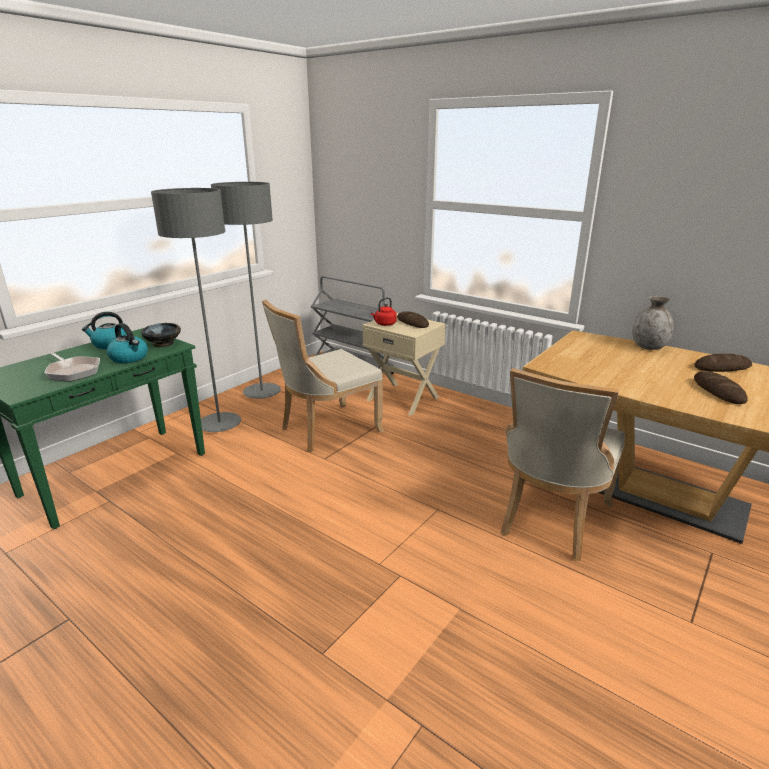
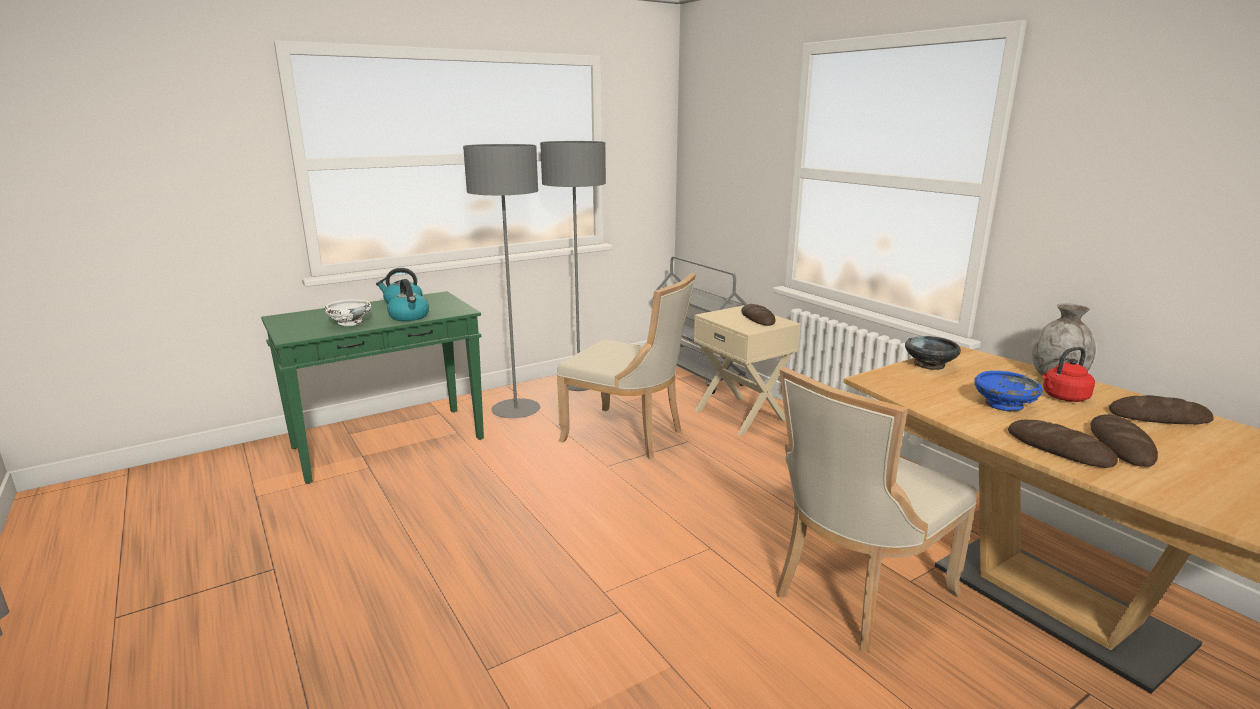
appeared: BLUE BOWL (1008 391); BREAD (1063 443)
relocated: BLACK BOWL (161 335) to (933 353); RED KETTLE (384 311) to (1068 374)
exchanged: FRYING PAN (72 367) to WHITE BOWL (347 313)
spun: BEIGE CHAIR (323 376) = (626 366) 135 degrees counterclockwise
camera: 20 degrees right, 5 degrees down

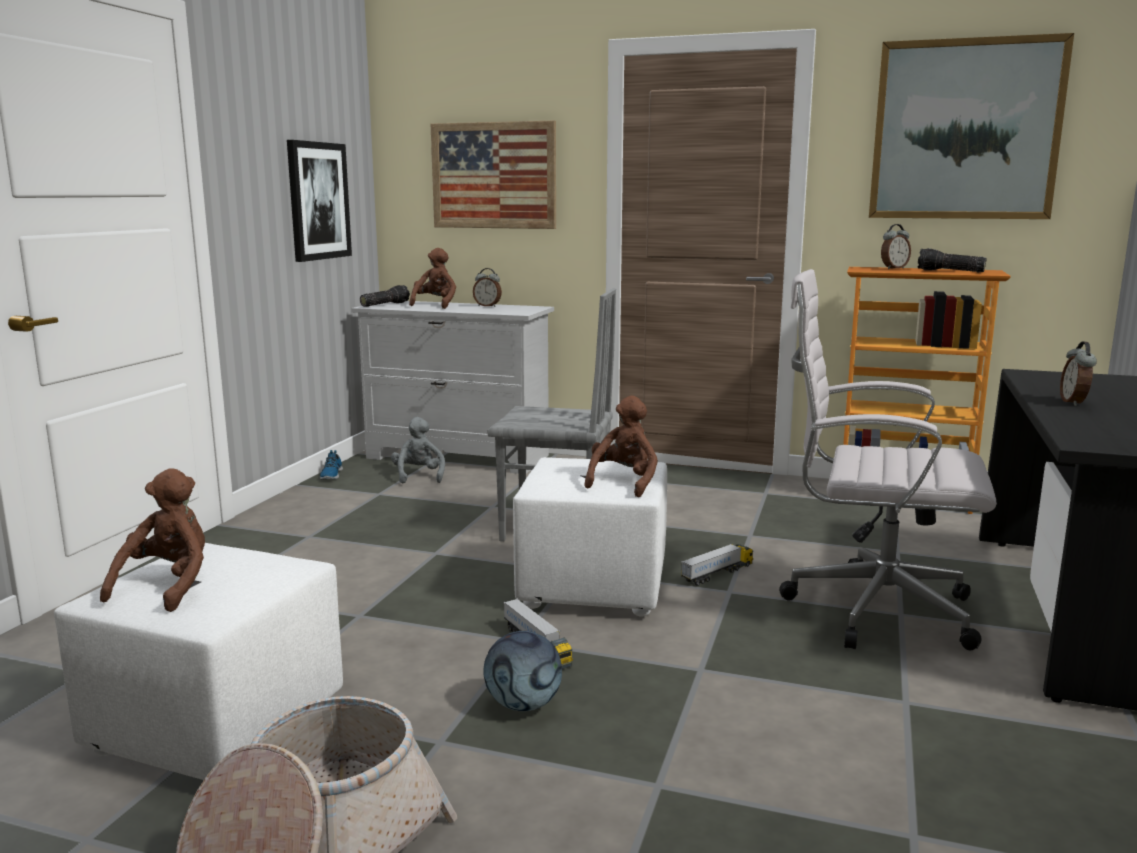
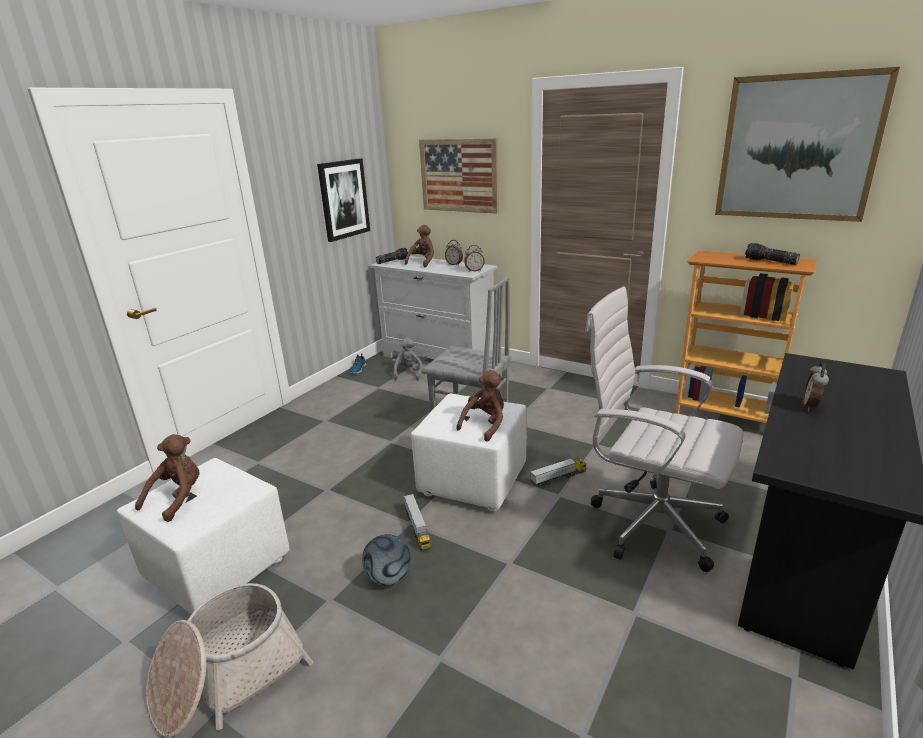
relocated: ALARM CLOCK (896 246) to (474 258)
camera: 15 degrees right, 10 degrees up

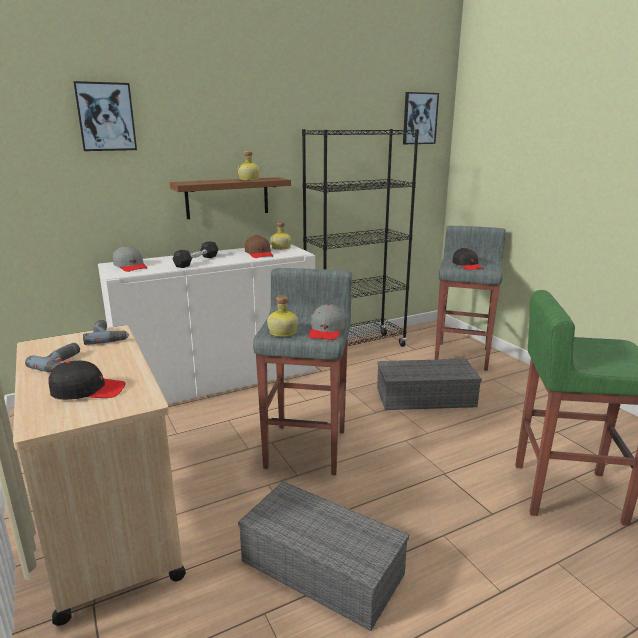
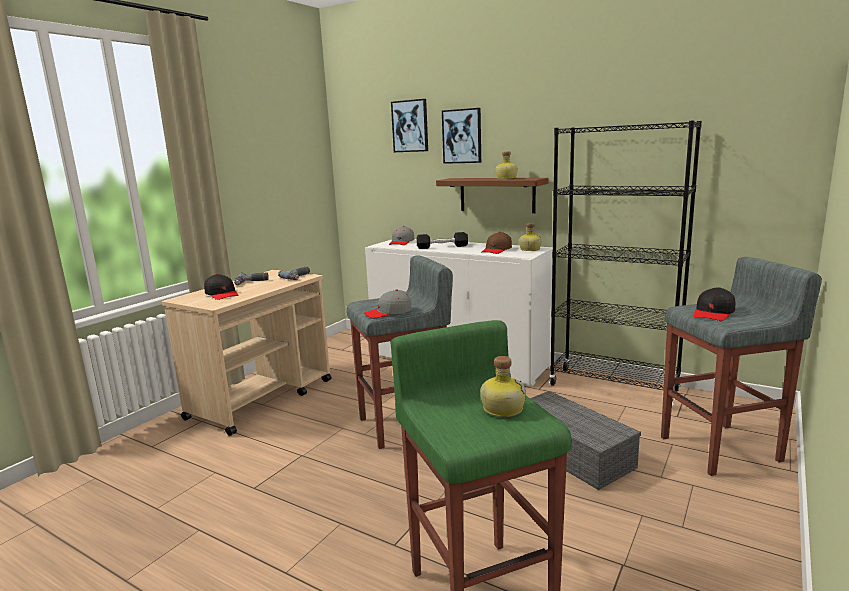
missing: GREY STORAGE BOX (323 556)
relocated: BOTTLE (282 316) to (503 386); PICTURE (421 118) to (461 136)
camera: 60 degrees right, 5 degrees down

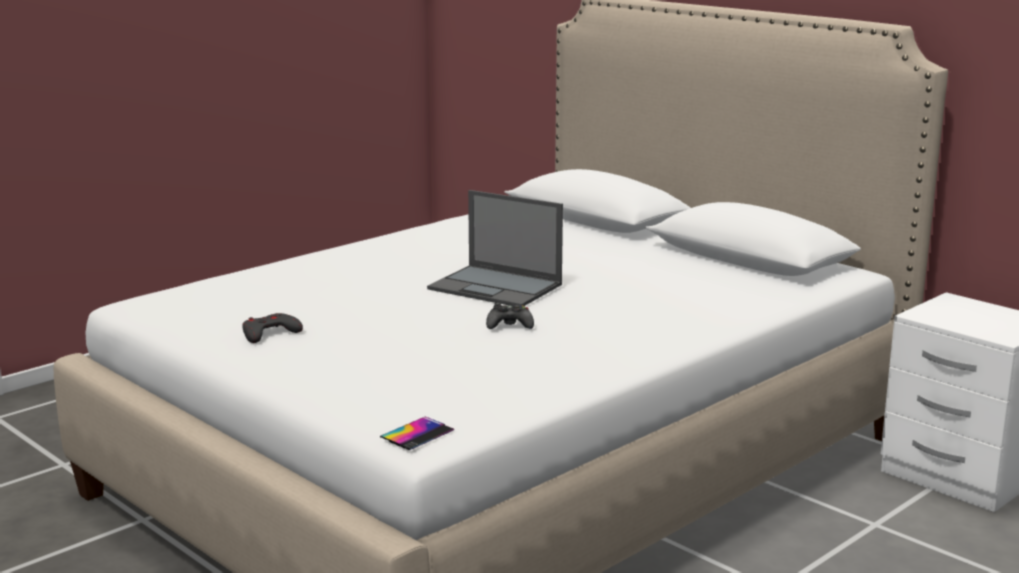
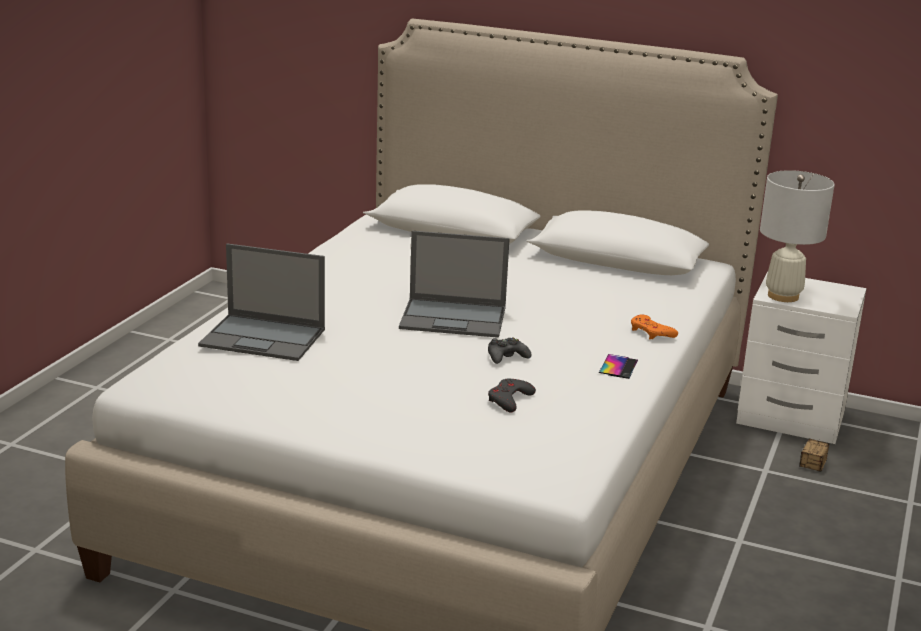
appeared: LAPTOP (261 302); ORANGE GAME CONTROLLER (654 326); WHITE TABLE LAMP (797 236); STORAGE BOX (814 455)
relocated: GREY GAME CONTROLLER (272 328) to (512 395); PHONE (417 433) to (618 366)
camera: 25 degrees left, 5 degrees up

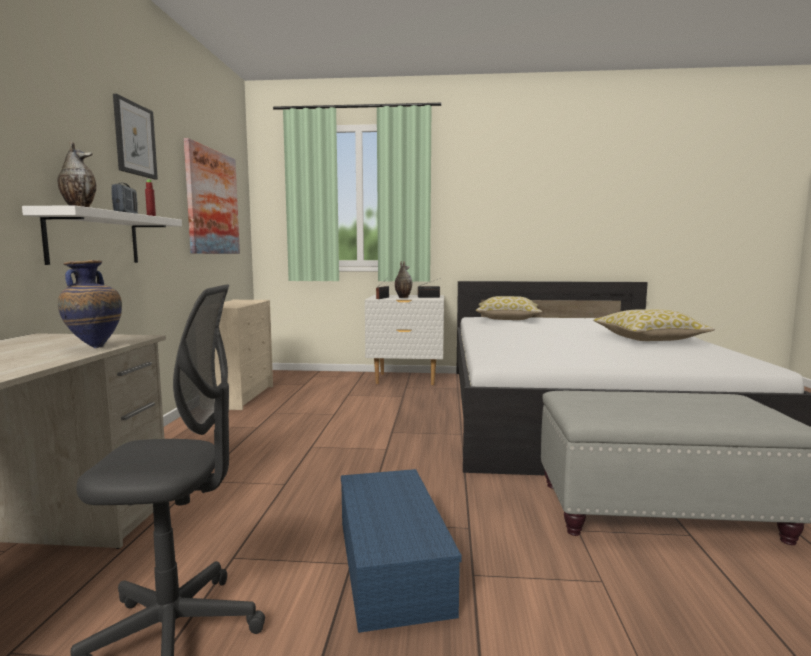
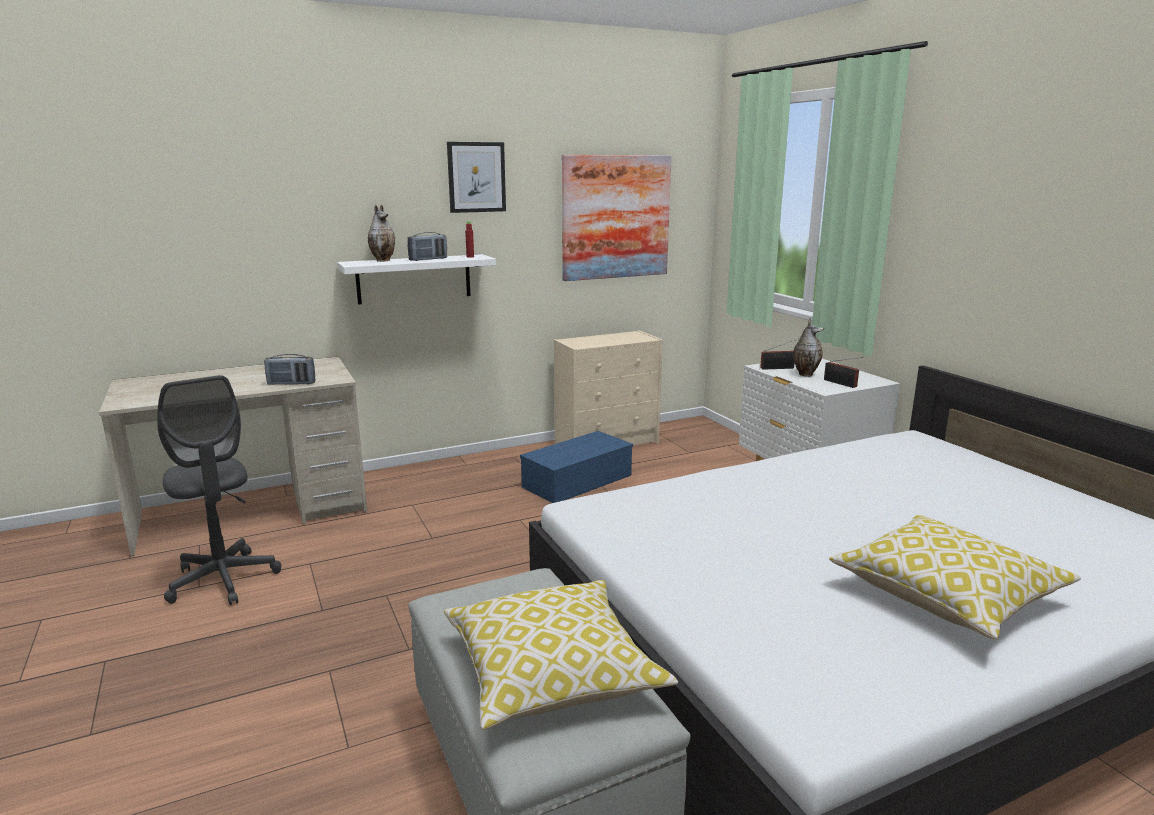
relocated: BLUE STORAGE BOX (401 551) to (576 467); PILLOW (509 308) to (561 655)
exchanged: VASE (90 304) to RADIO (290 369)
camera: 60 degrees right, 10 degrees up

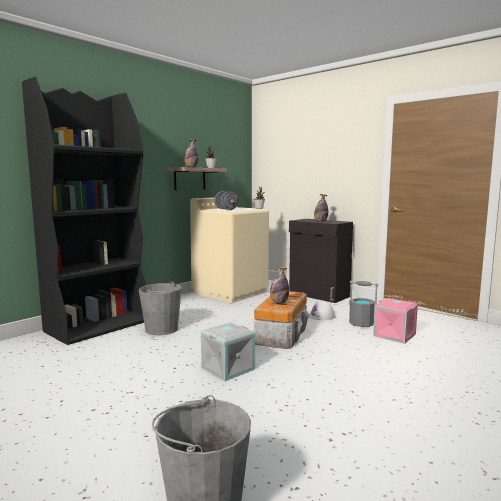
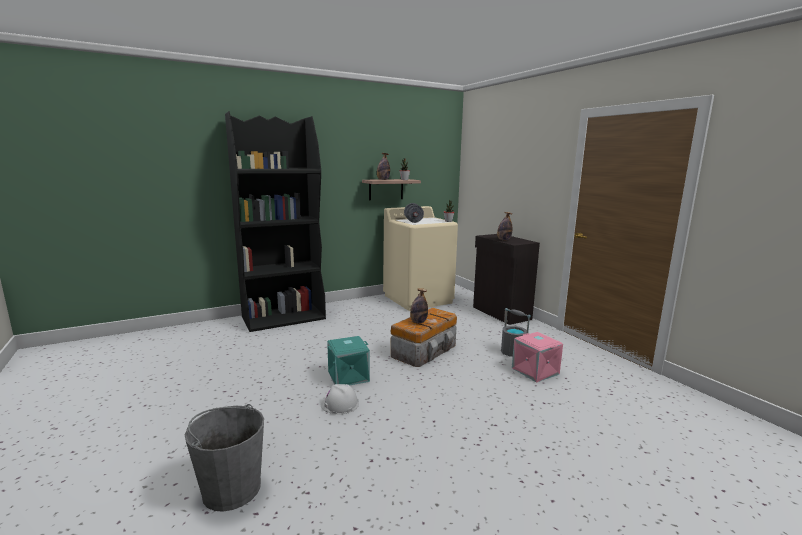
missing: GREY BUCKET (160 308)
relocated: WHITE HARD HAT (321 310) to (340 399)
colour: GREY STORAGE BOX (228 351) to TURQUOISE STORAGE BOX (348 361)
camera: 20 degrees right, 5 degrees up

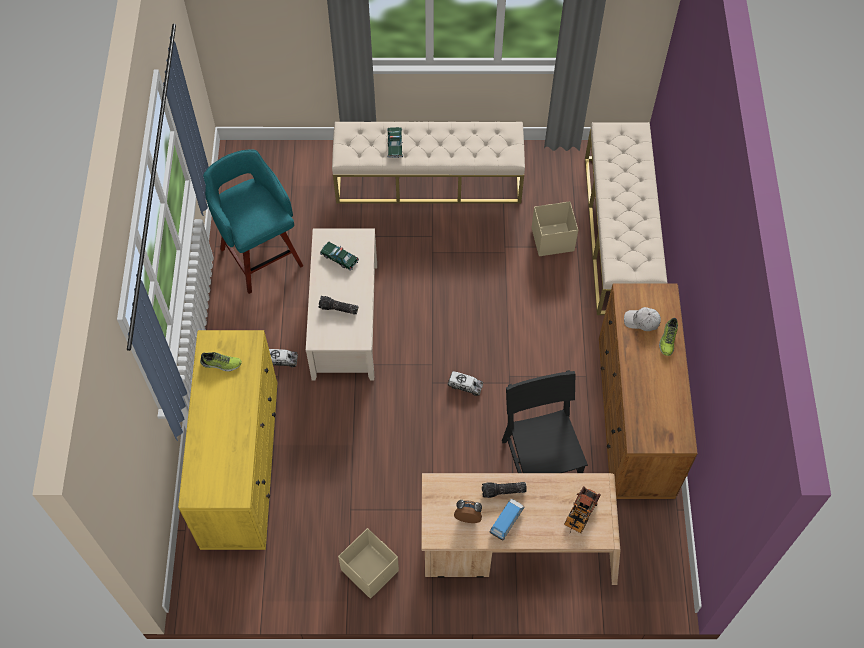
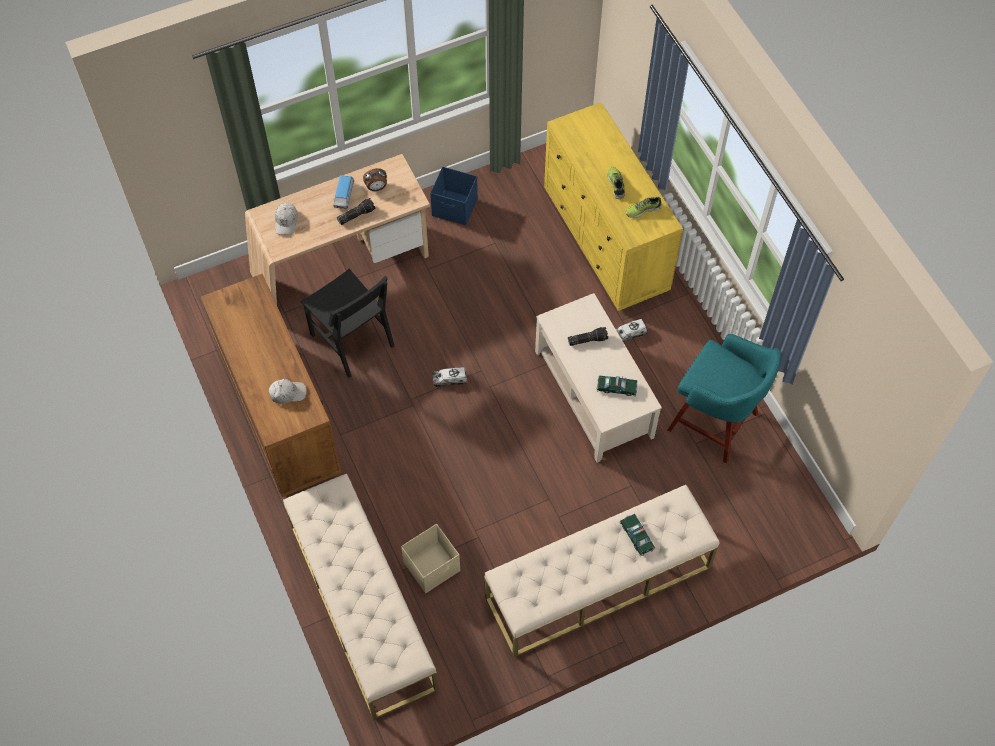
relocated: SHOE (668 337) to (616 183)
exchanged: TOY TRUCK (582 510) to WHITE CAP (286 219)
colour: BEIGE STORAGE BOX (368 563) to BLUE STORAGE BOX (454 196)
camera: 155 degrees right, 0 degrees up

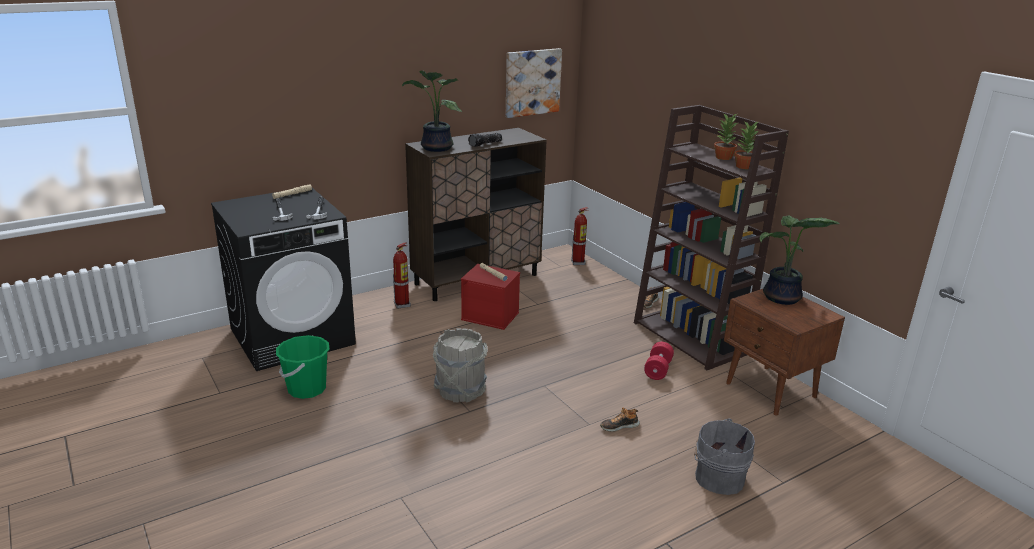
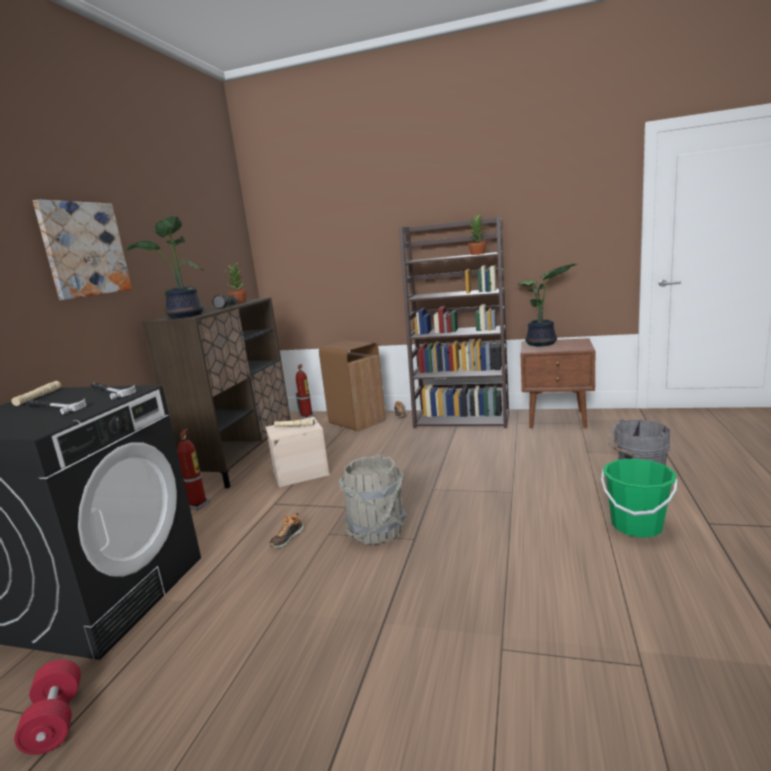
appeared: BROWN TRASH CAN (352 385)
relocated: GREEN BUCKET (303 367) to (639 498); PICTURE (533 83) to (82 249); SHOE (620 419) to (287 530); RED DUMBBELL (659 361) to (47 707); POTTED PLANT (725 137) to (237 283)
colour: RED STORAGE BOX (490 297) to BEIGE STORAGE BOX (297 452)
camera: 40 degrees left, 10 degrees down

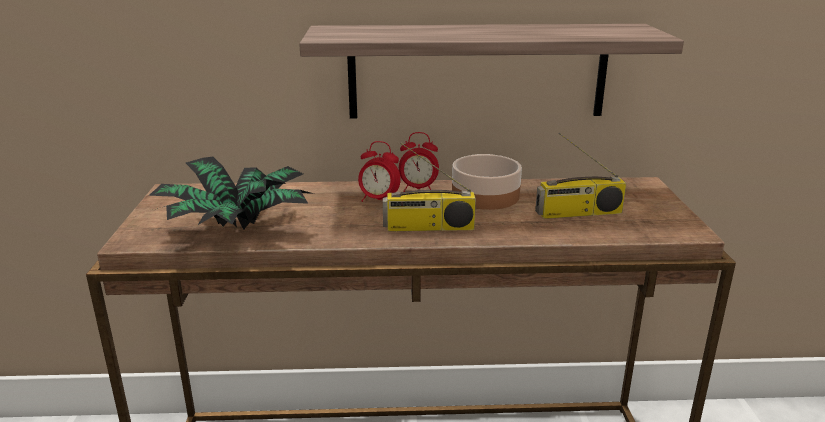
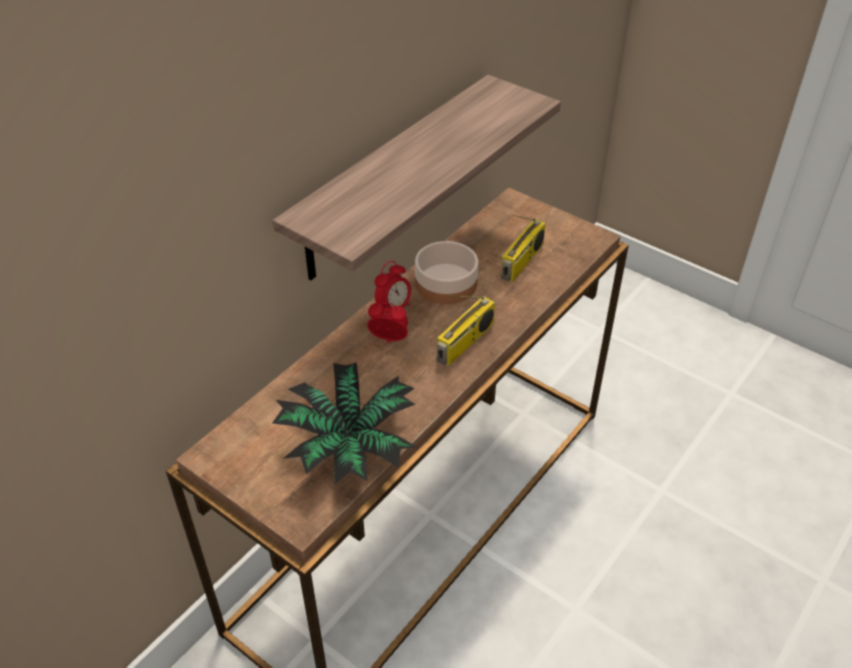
spun: ALARM CLOCK (379 171) = (387 322) 135 degrees counterclockwise
camera: 50 degrees left, 20 degrees up

